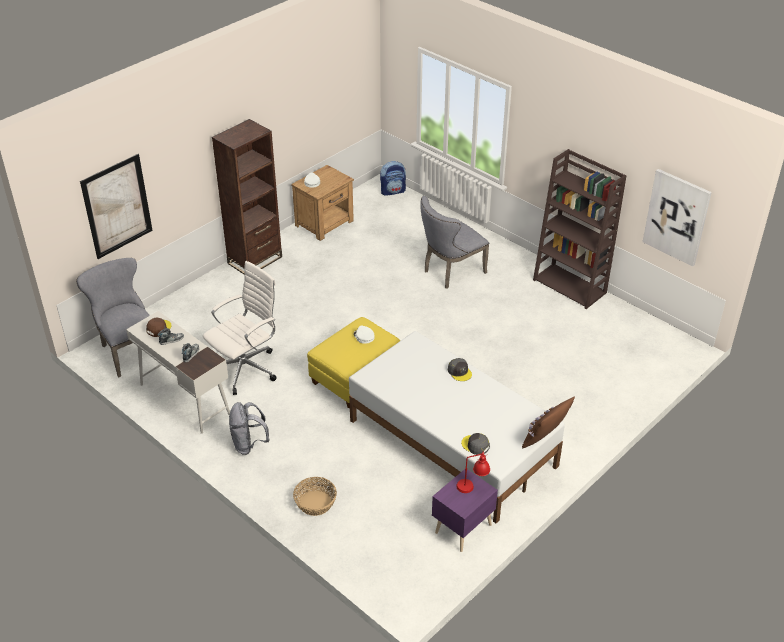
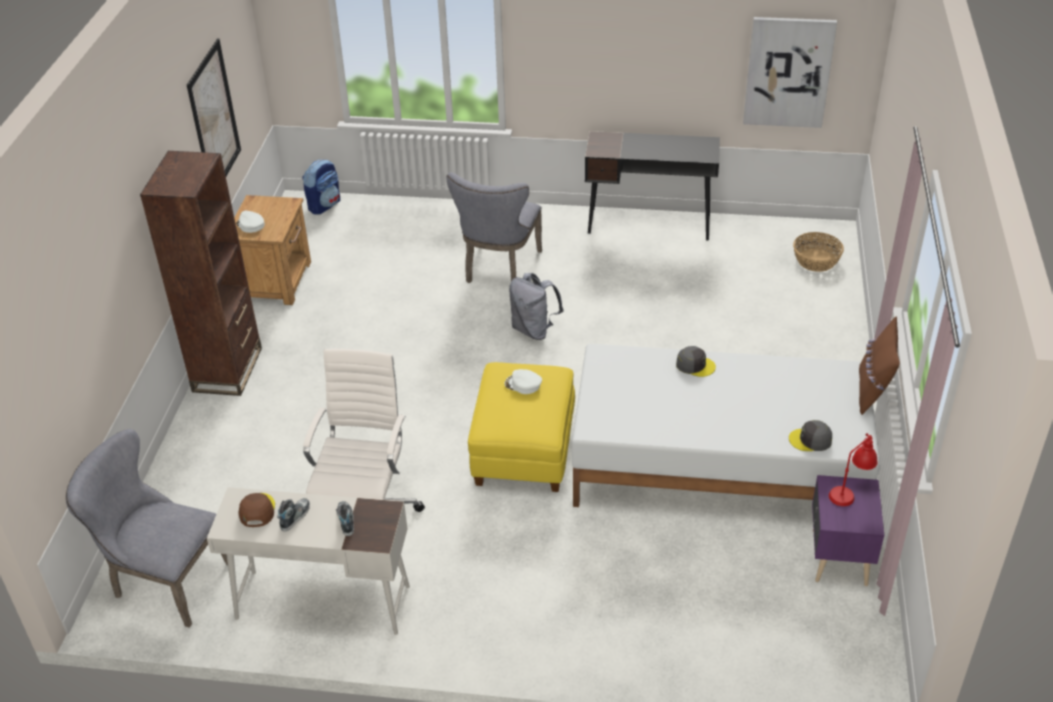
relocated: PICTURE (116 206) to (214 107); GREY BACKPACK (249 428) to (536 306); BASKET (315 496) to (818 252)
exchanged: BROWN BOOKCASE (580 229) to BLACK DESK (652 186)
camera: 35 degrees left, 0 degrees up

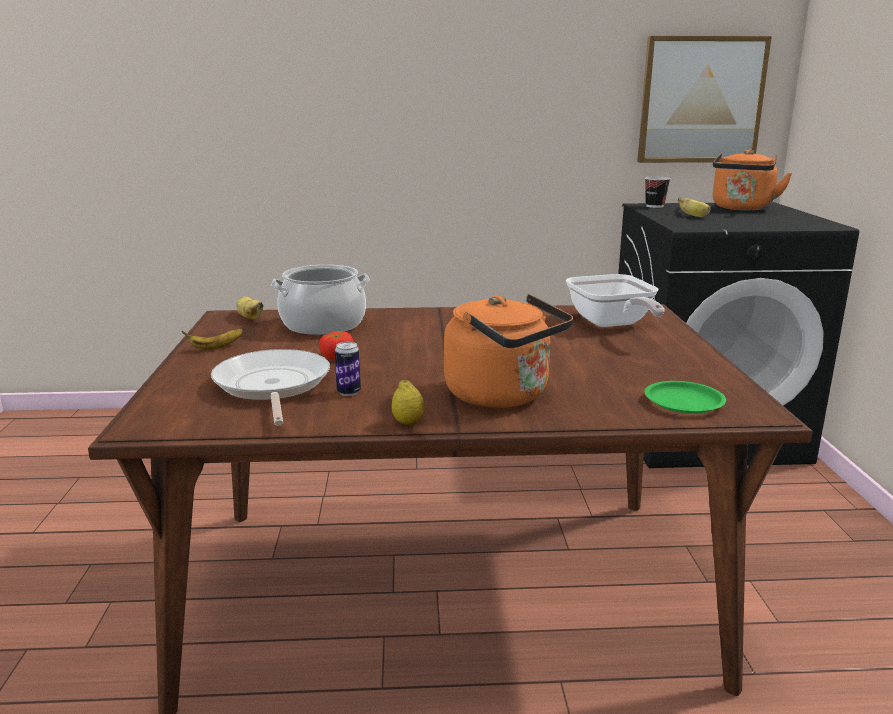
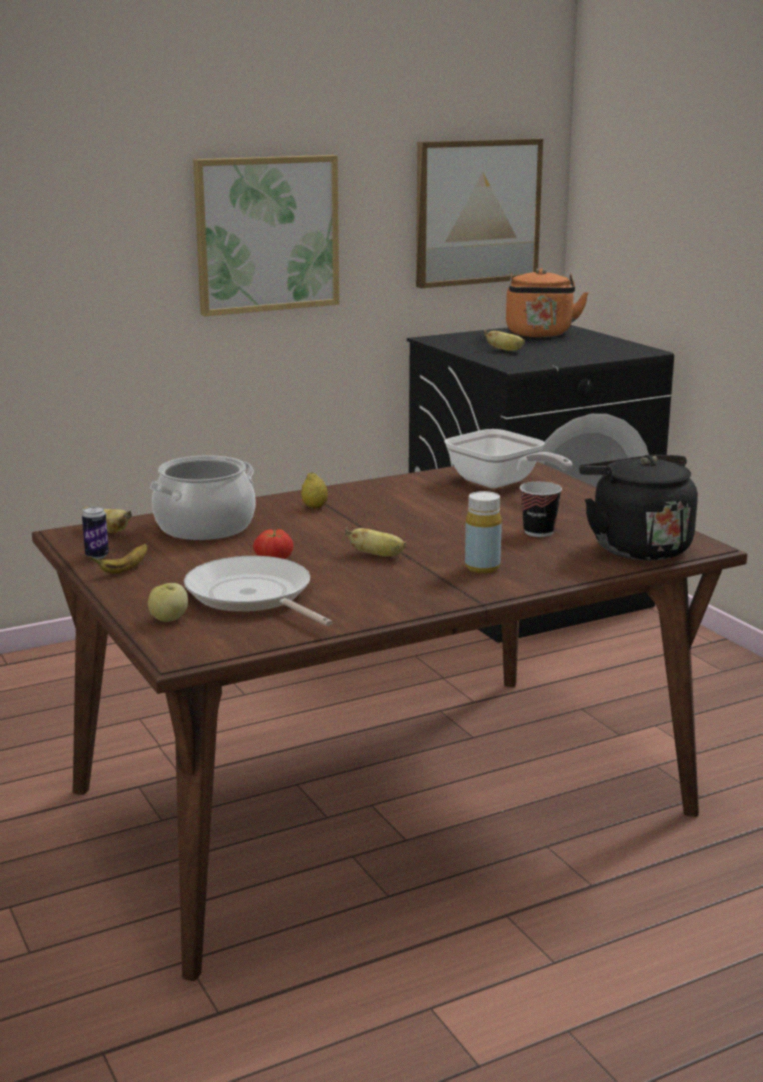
appeared: APPLE (168 602); PICTURE (266 235); BANANA (376 541)
relocated: CAN (348 369) to (95 533); LEMON (408 402) to (314 491); CUP (657 192) to (541 509)
exchanged: ORANGE KETTLE (508 351) to YELLOW BOTTLE (483 532); GREEN PLATE (685 397) to BLACK KETTLE (638 507)
camera: 25 degrees left, 0 degrees up

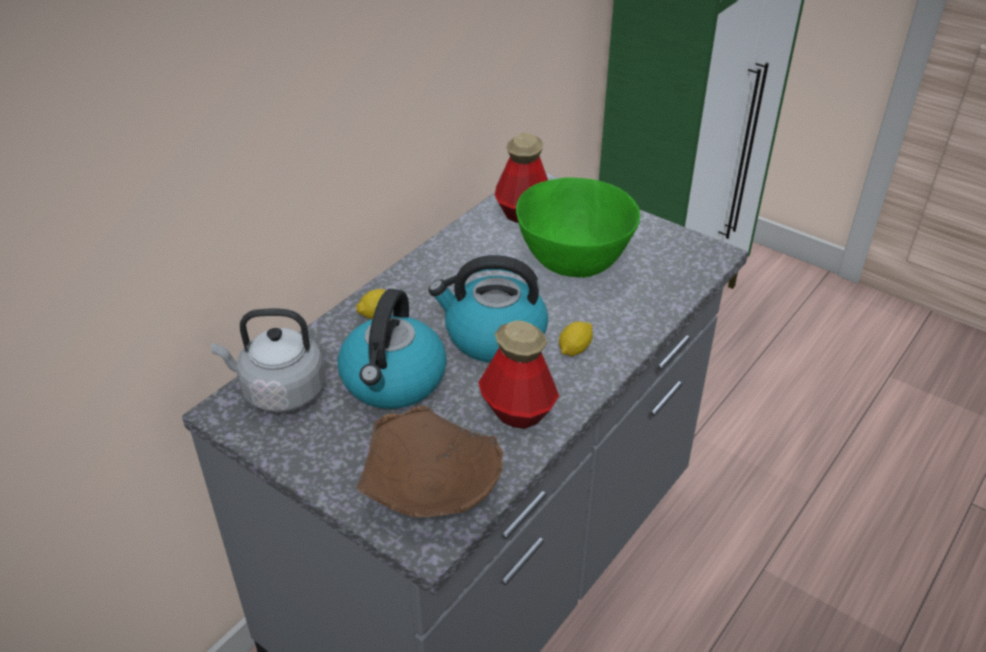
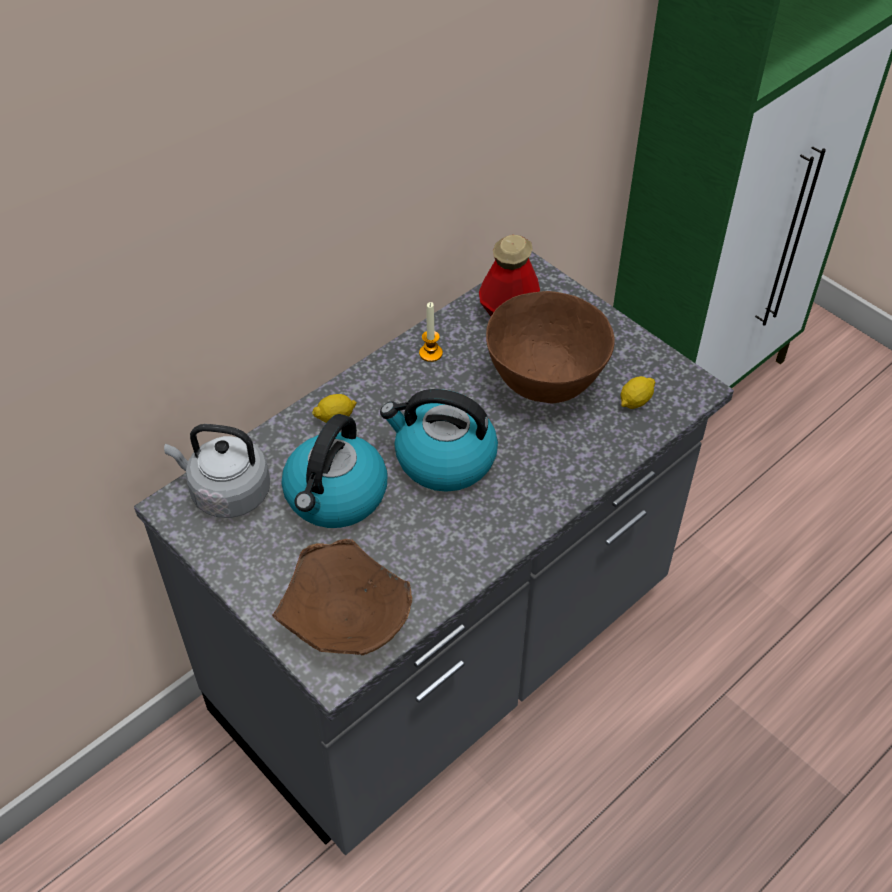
missing: BOTTLE (518 374)
appeared: CANDLE (431 332)
relocated: LEMON (576 339) to (638 392)
colour: GREEN BOWL (578 227) to BROWN BOWL (550 347)
camera: 10 degrees right, 10 degrees up

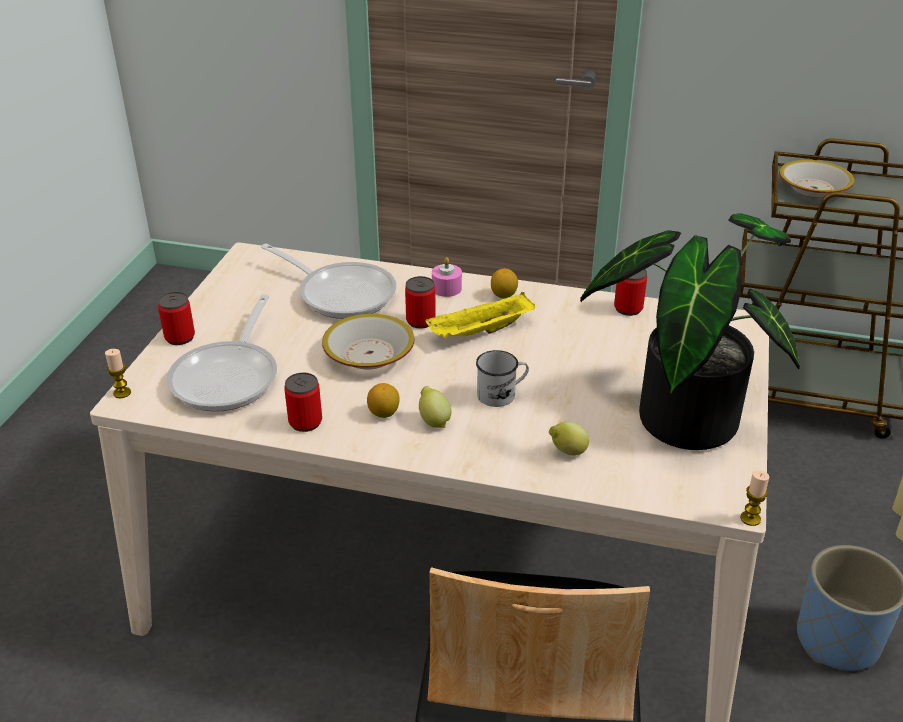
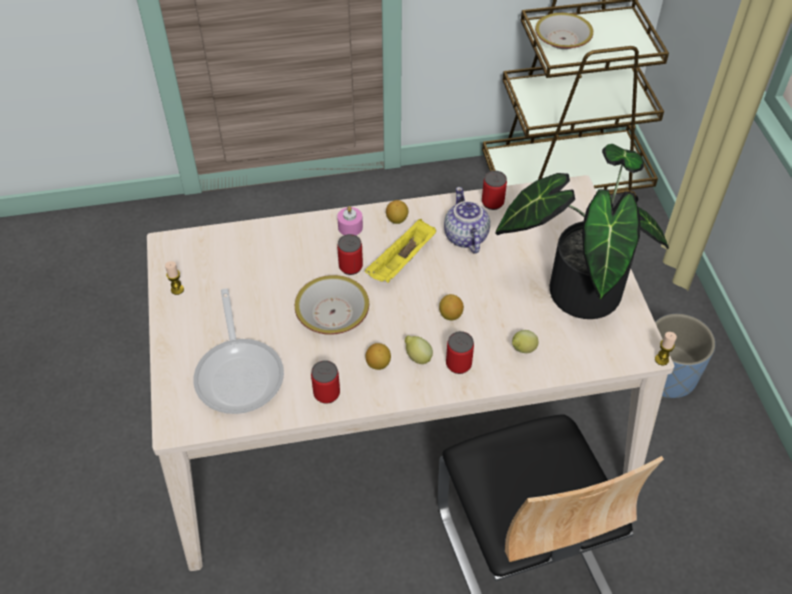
missing: FRYING PAN (328 281)
appeared: TEAPOT (467 220)
relocated: CANDLE (118 373) to (174 278); CAN (176 318) to (460 352)
exchanged: WHITE MUG (502 378) to LEMON (451 307)
camera: 25 degrees left, 15 degrees up

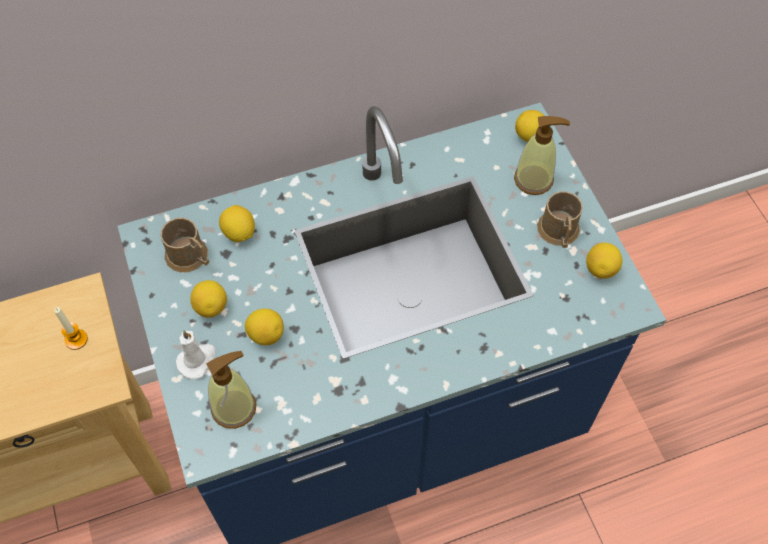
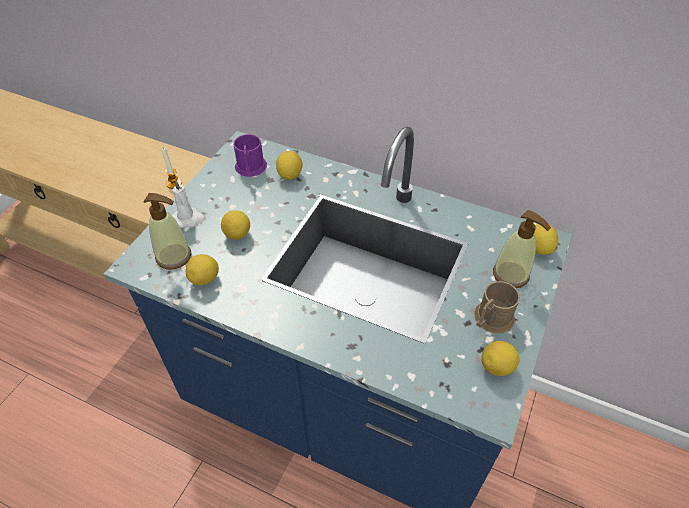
relocated: LEMON (208 299) to (202 269)
colour: BROWN MUG (185 245) to PURPLE MUG (250 155)
camera: 45 degrees right, 10 degrees down

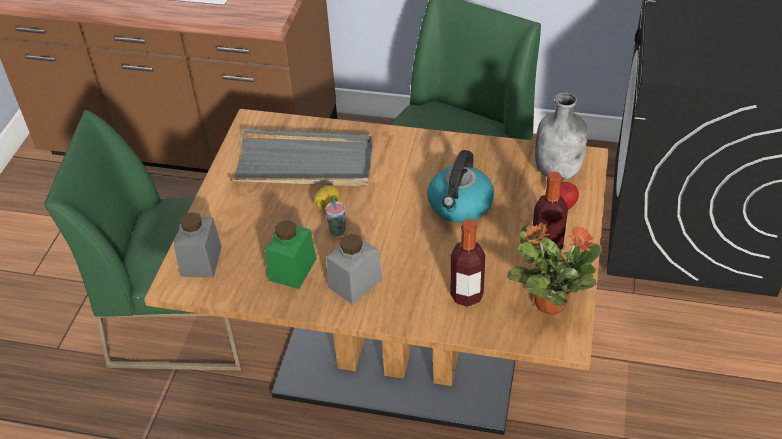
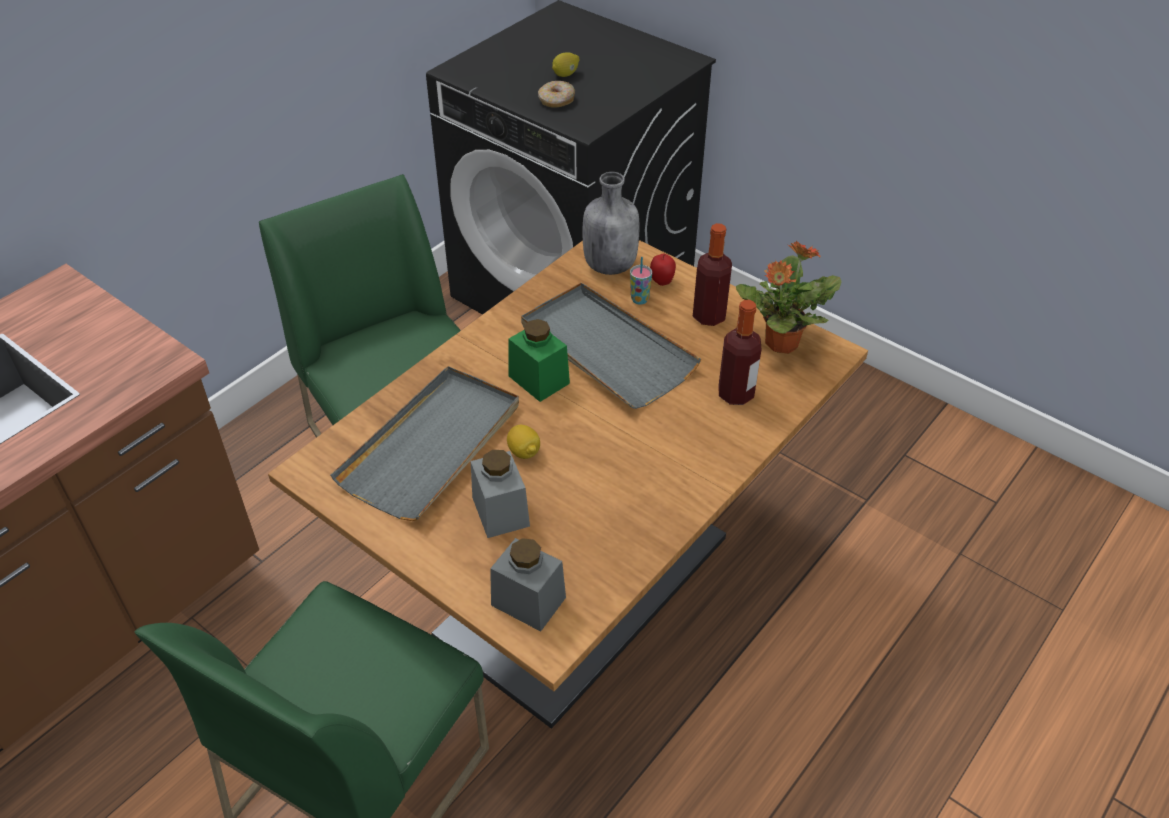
appeared: DONUT (556 94); LEMON (566 64)
relocated: GREEN JAR (291 254) to (539 360); CUP (335 216) to (641 281); GREY JAR (354 269) to (500 494)
exchanged: KETTLE (460 186) to GREY TRAY (611 346)
camera: 65 degrees left, 0 degrees up

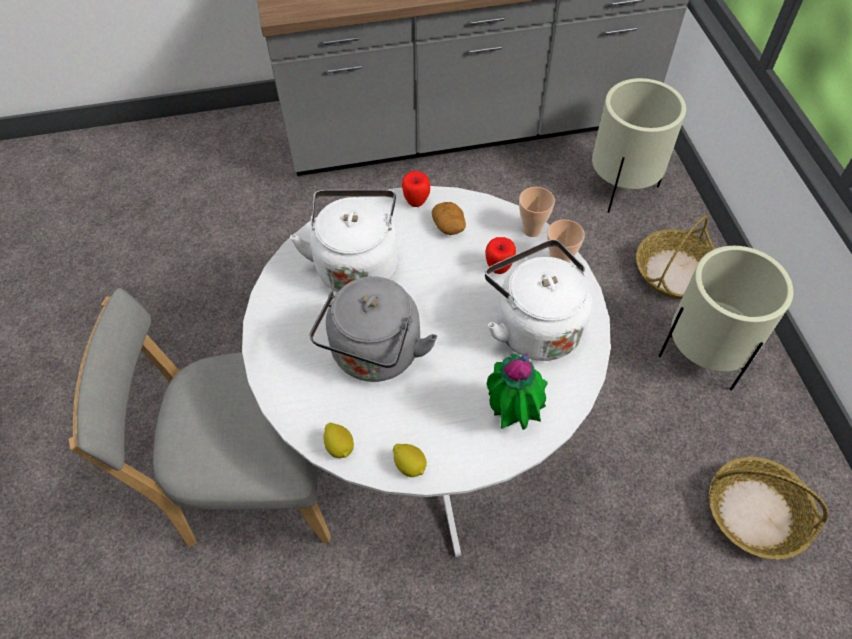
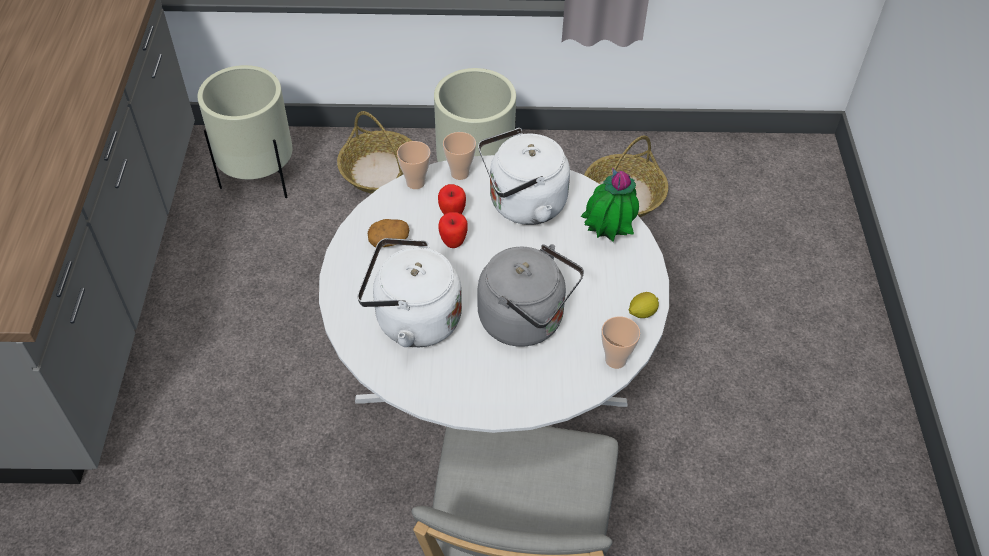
relocated: APPLE (416 189) to (453 230)
exchanged: LEMON (339 440) to CUP (620 342)
camera: 80 degrees left, 5 degrees down

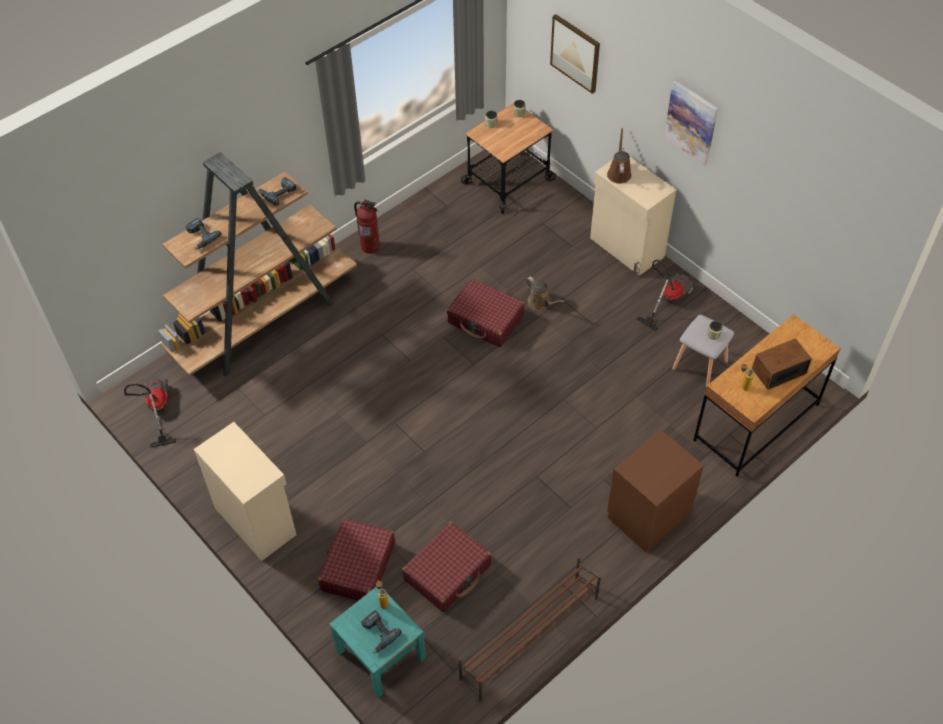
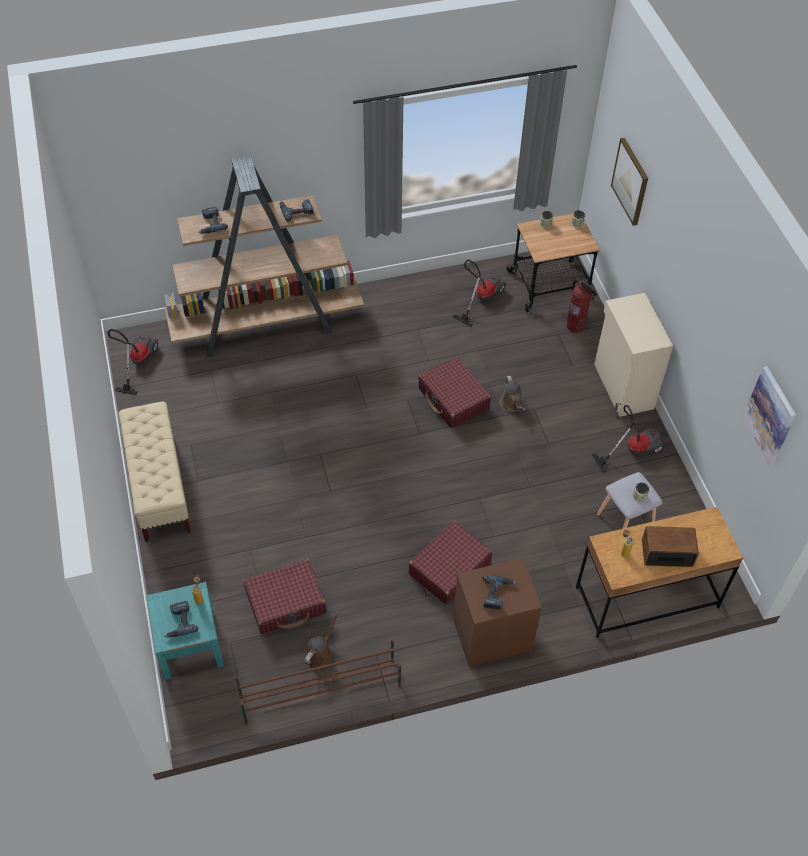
appeared: VACUUM CLEANER (479 293); POWER DRILL (500 592)
relocated: RED SUITCASE (356 559) to (450 563); FIRE EXTINGUISHER (367 226) to (580 306); BROWN WATERING CAN (619 156) to (321 639); PICTURE (691 123) to (769 415)
exchanged: BEIGE CABINET (245 491) to BEIGE BENCH (155 471)
camera: 25 degrees right, 0 degrees up

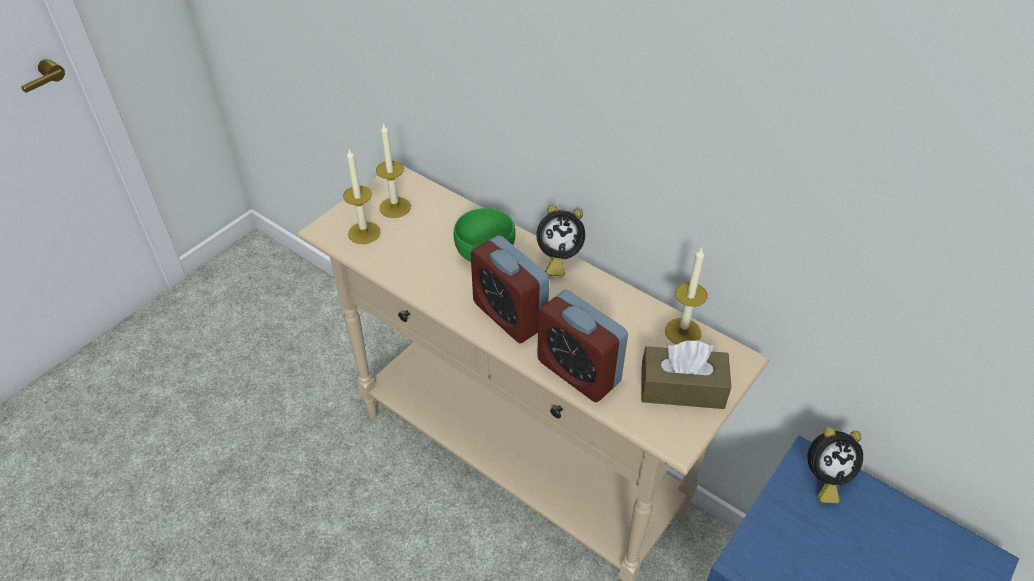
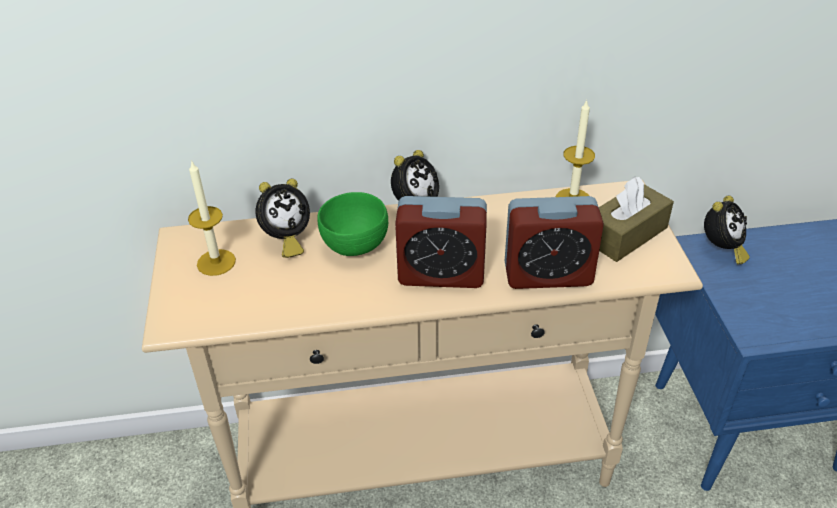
missing: CANDLE (362 196)
appeared: ALARM CLOCK (283 218)
camera: 45 degrees left, 5 degrees down

